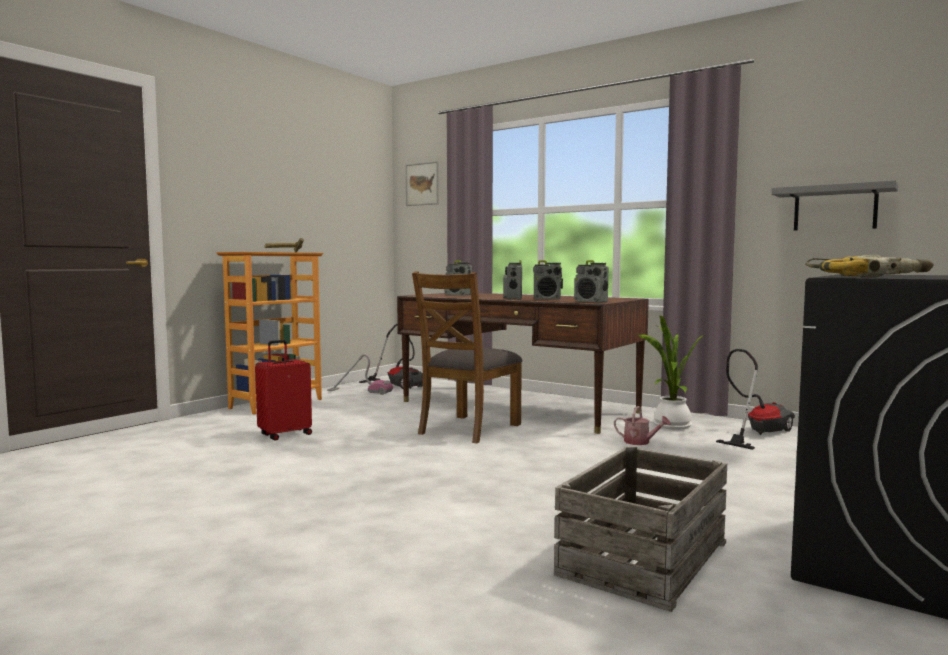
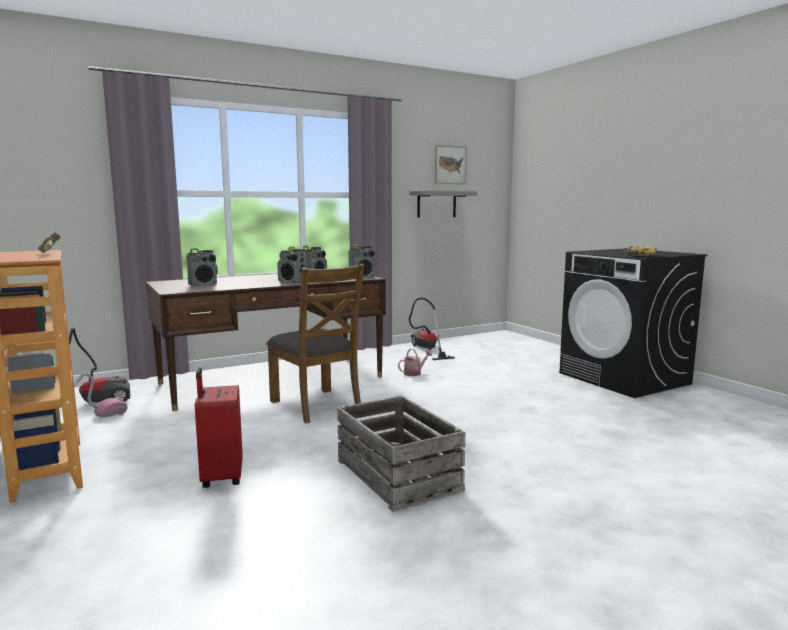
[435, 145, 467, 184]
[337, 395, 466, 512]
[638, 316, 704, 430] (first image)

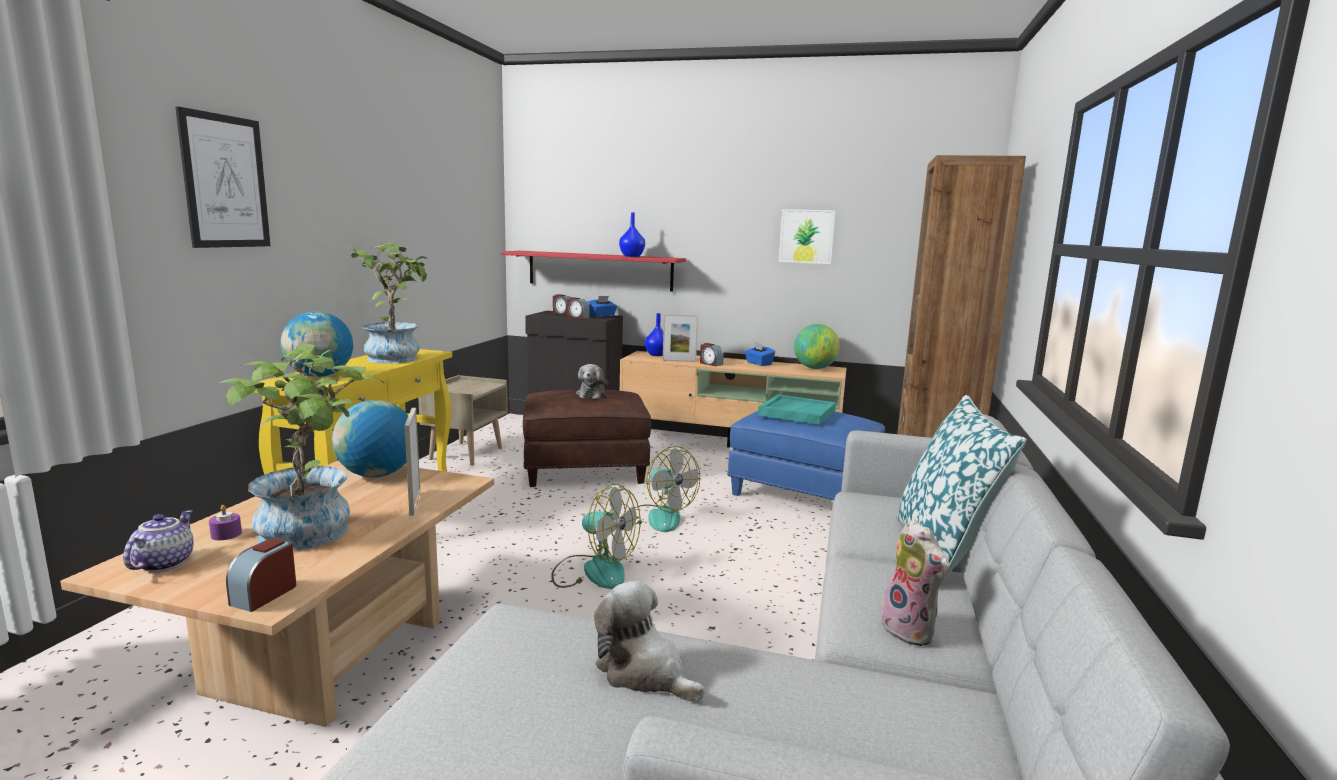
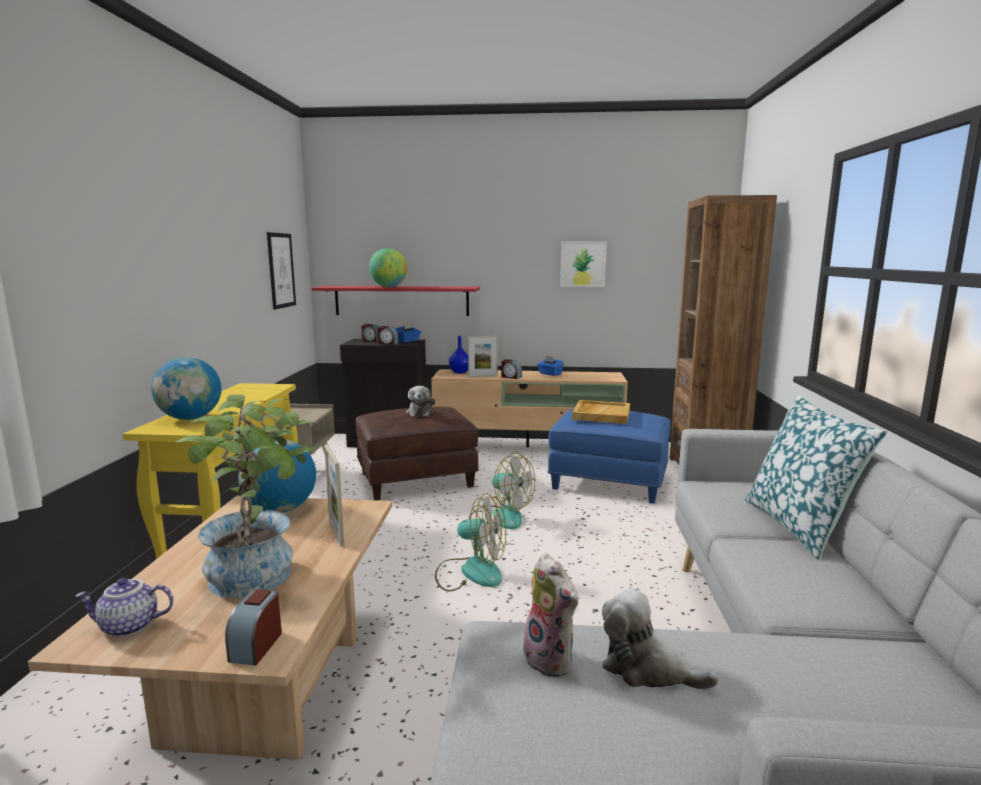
[75, 578, 174, 637]
[267, 232, 296, 310]
[209, 505, 242, 540] (first image)
[346, 242, 427, 364] (first image)
[619, 212, 645, 257] (first image)
[572, 400, 630, 424]
[369, 248, 408, 287]
[521, 553, 578, 677]

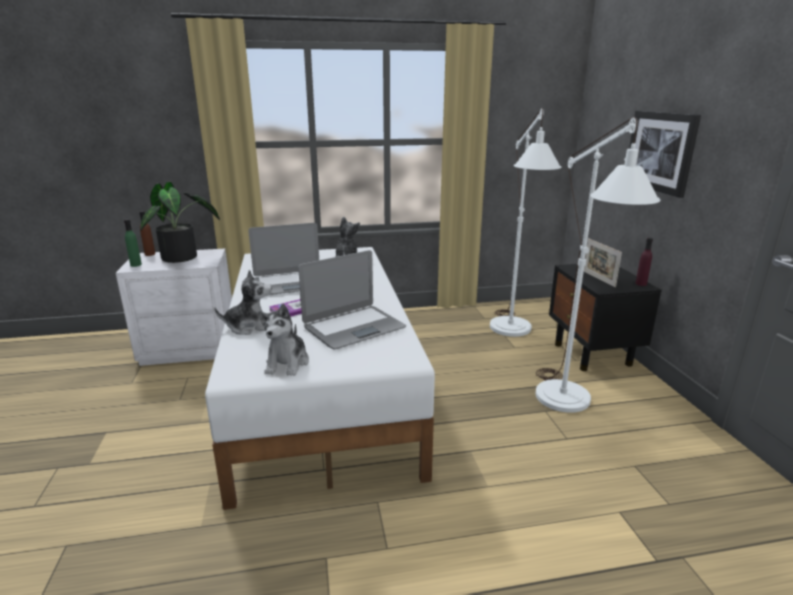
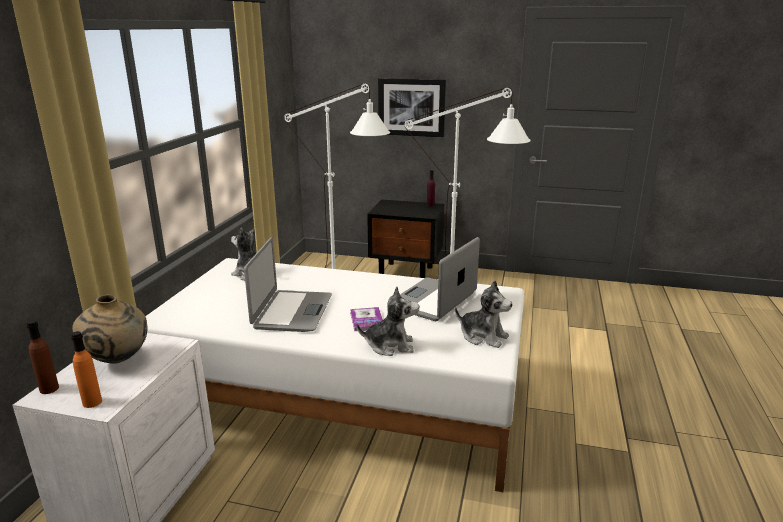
[71, 331, 102, 408]
[72, 294, 147, 364]
[357, 286, 419, 356]
[400, 237, 480, 321]
[584, 238, 622, 287] (first image)

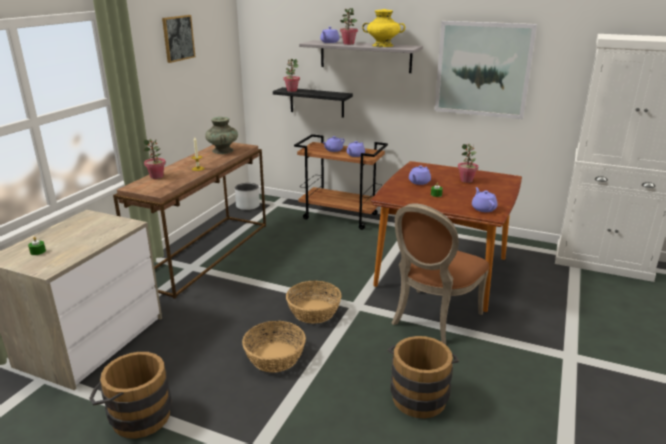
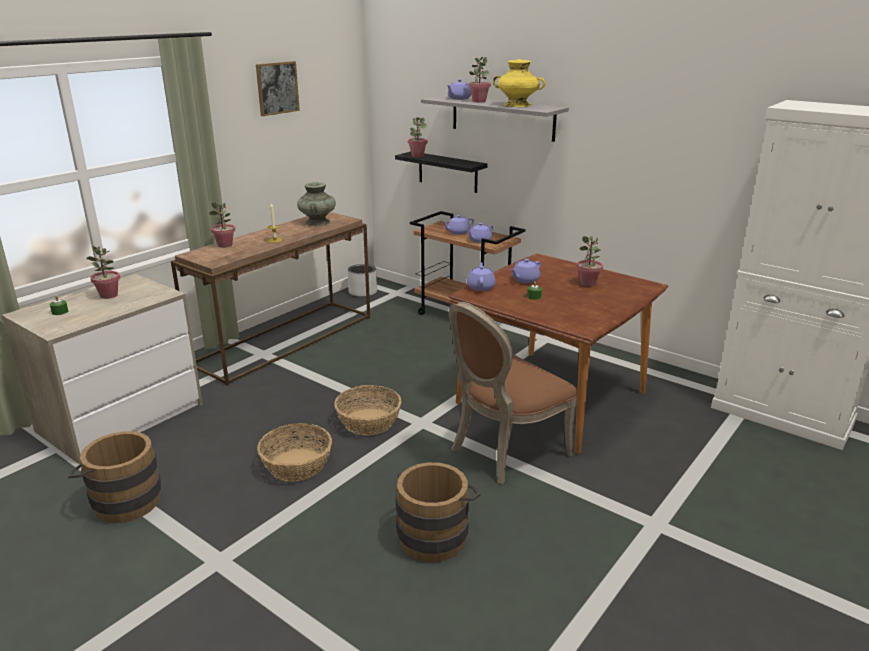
[435, 21, 537, 119] (first image)
[467, 262, 496, 291]
[86, 246, 120, 299]

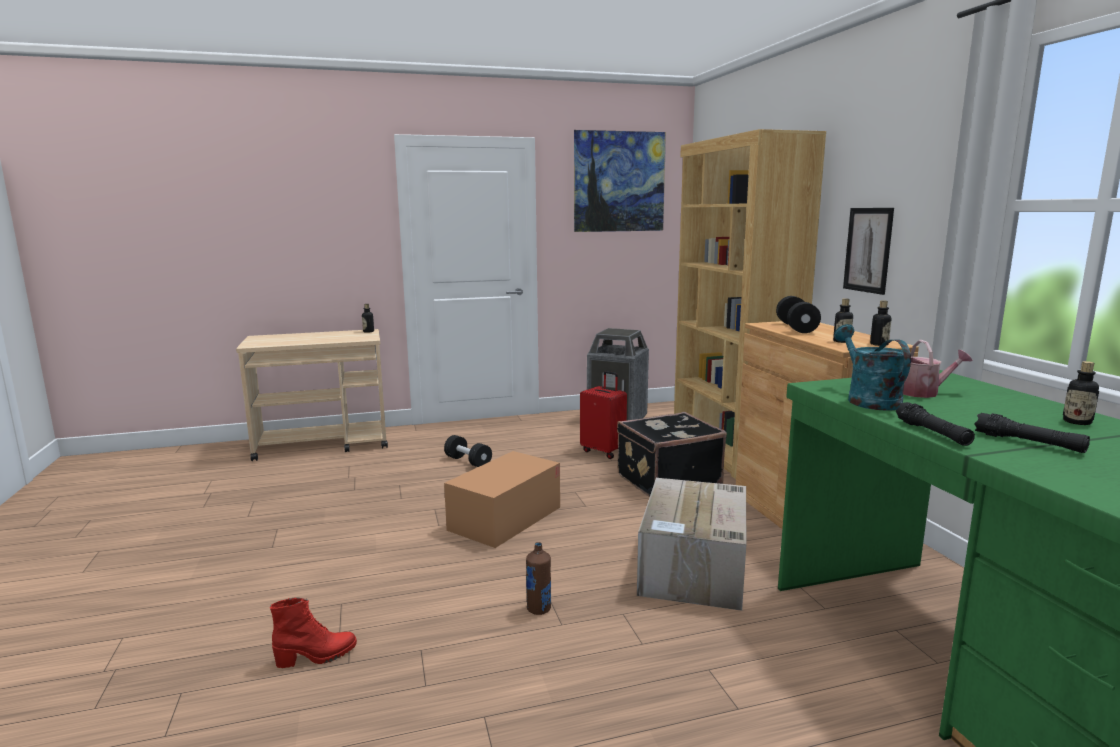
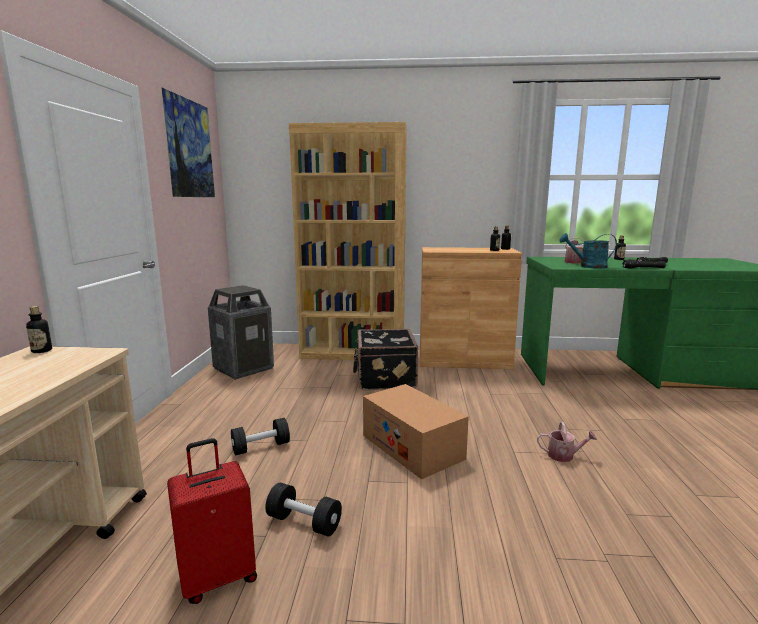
[270, 598, 357, 668] (first image)
[537, 422, 597, 462]
[167, 438, 257, 604]
[637, 478, 746, 611] (first image)
[265, 483, 342, 536]
[843, 208, 894, 295] (first image)

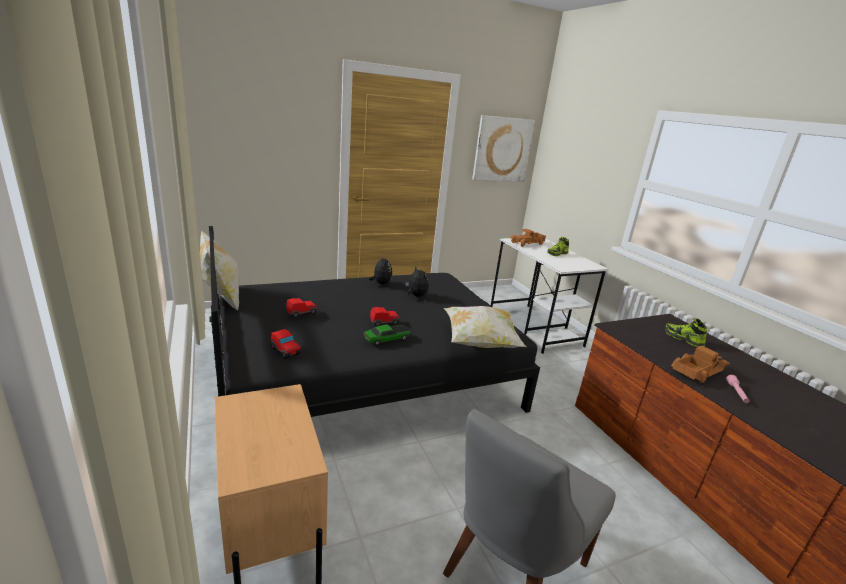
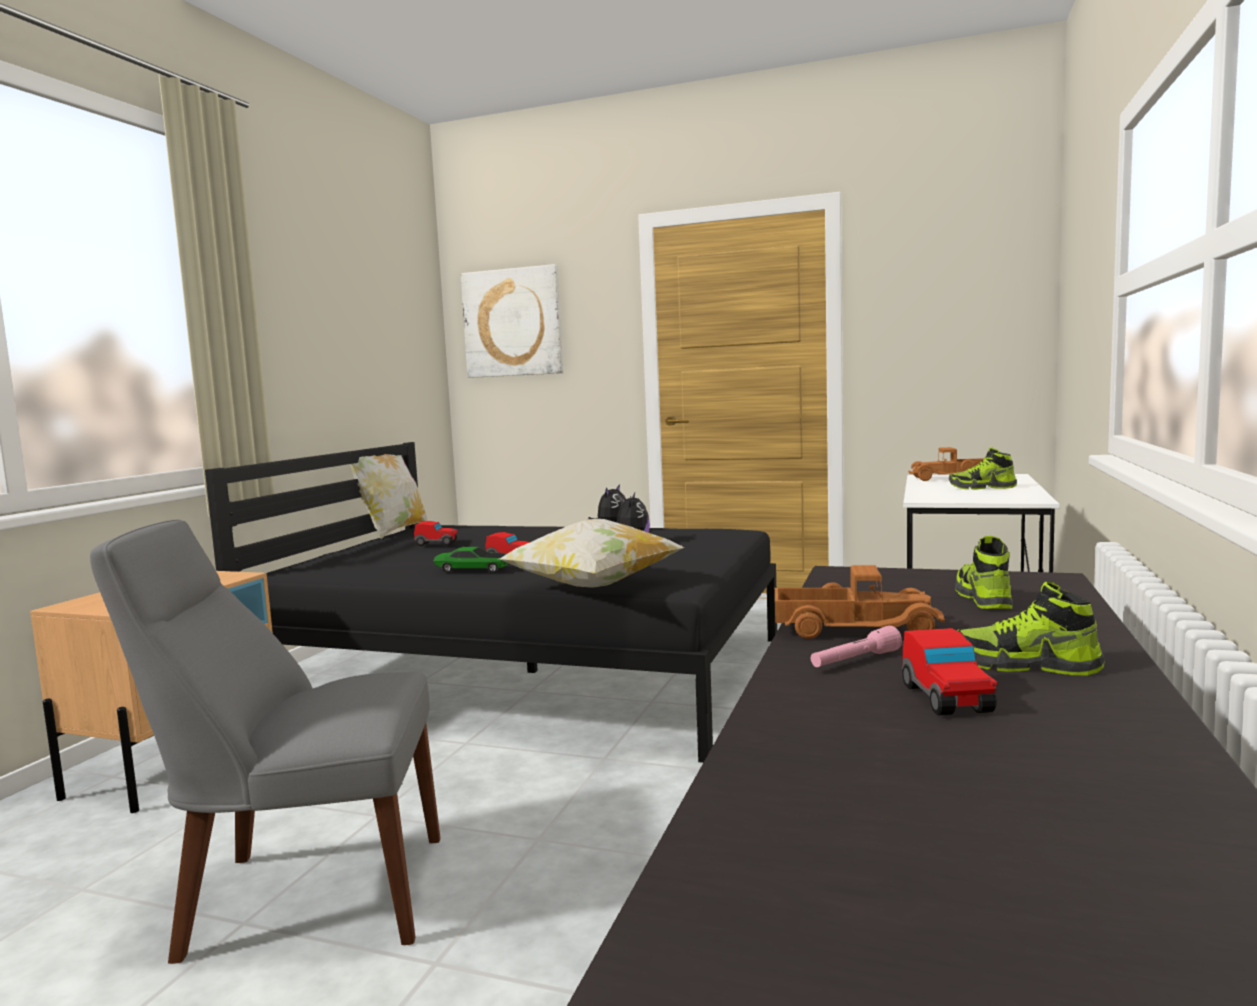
[902, 628, 998, 715]
[461, 264, 563, 378]
[956, 582, 1105, 675]

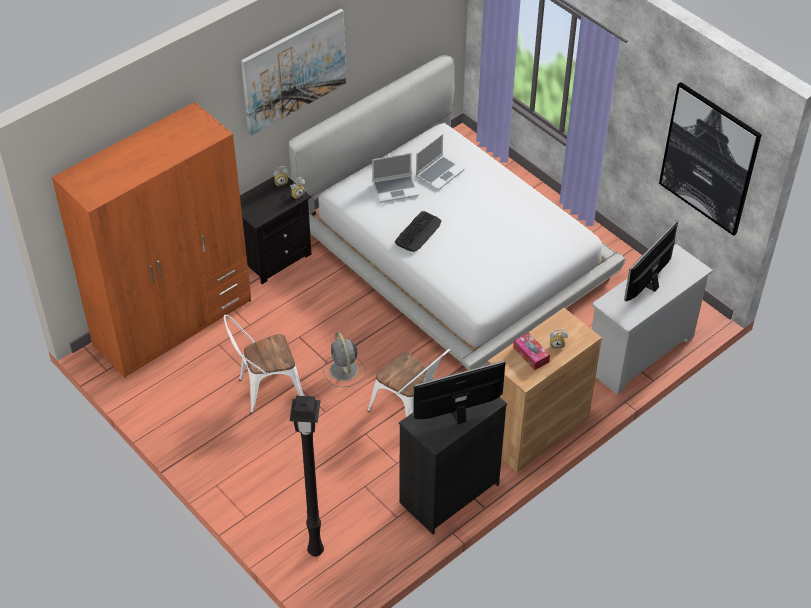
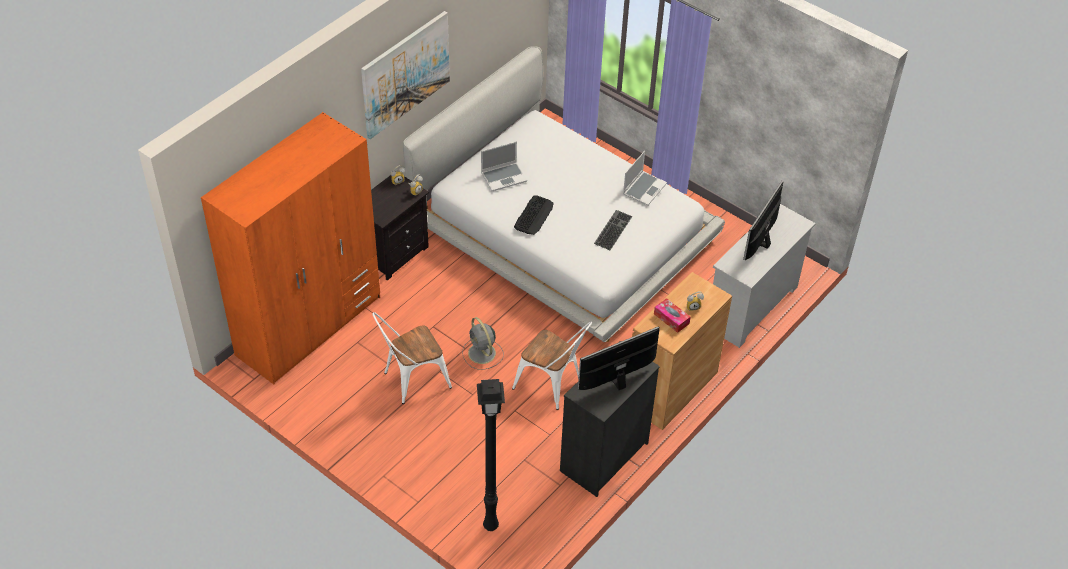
[623, 151, 667, 206]
[659, 82, 762, 236] (first image)
[594, 210, 632, 250]

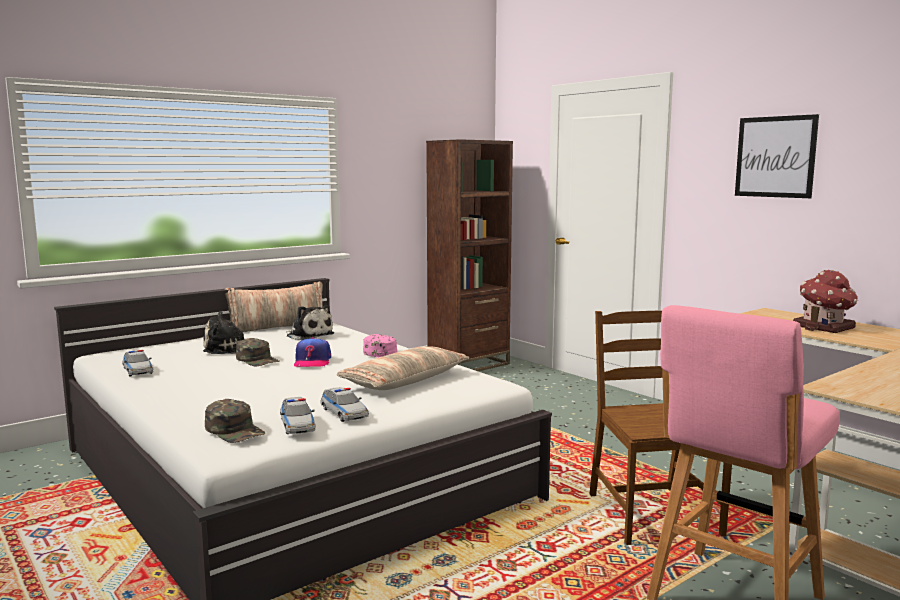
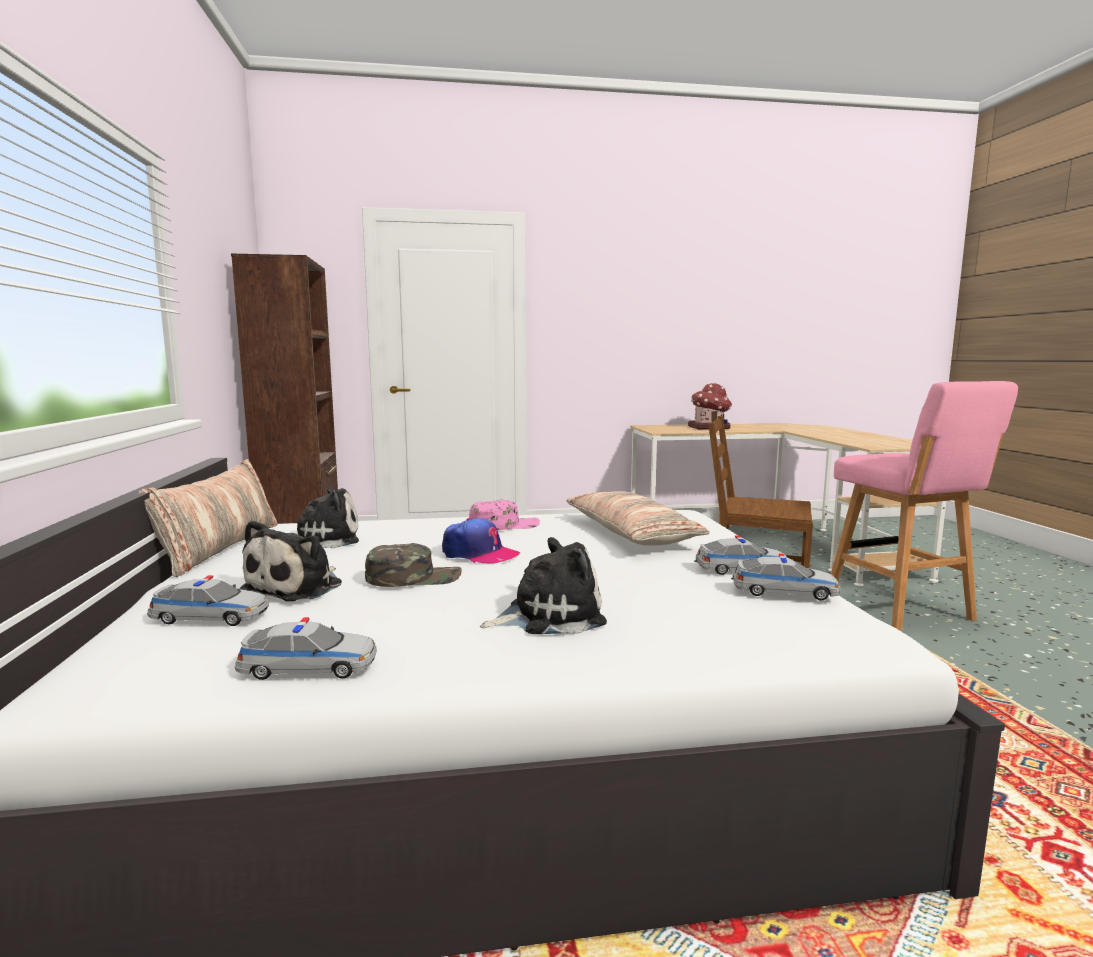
[205, 399, 265, 443] (first image)
[735, 114, 819, 198] (first image)
[147, 575, 269, 626]
[480, 537, 607, 634]

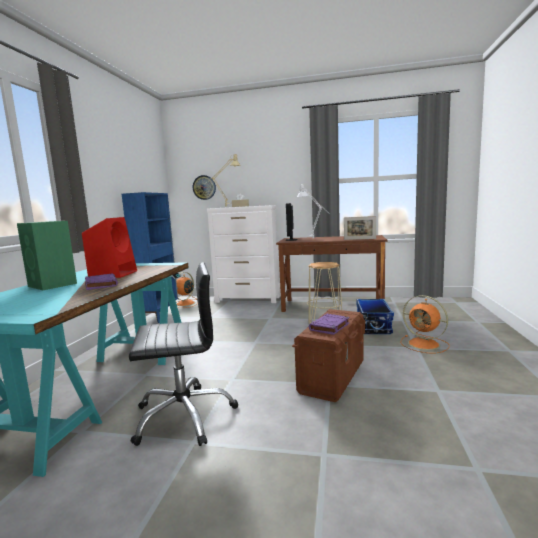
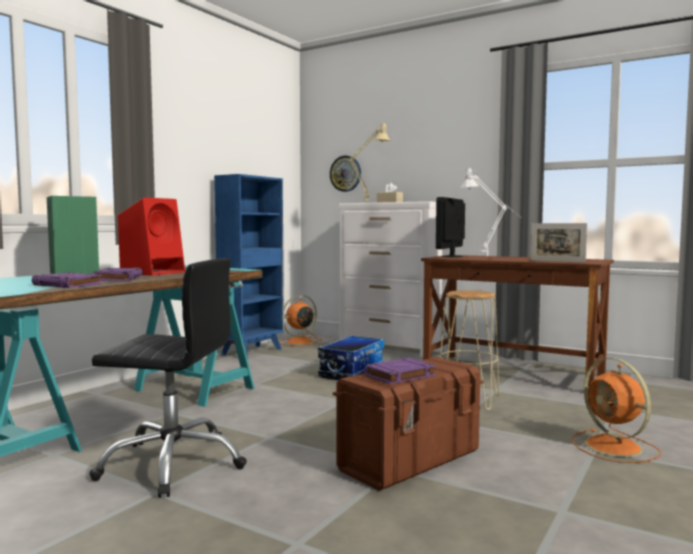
[318, 335, 385, 380]
[32, 272, 102, 288]

